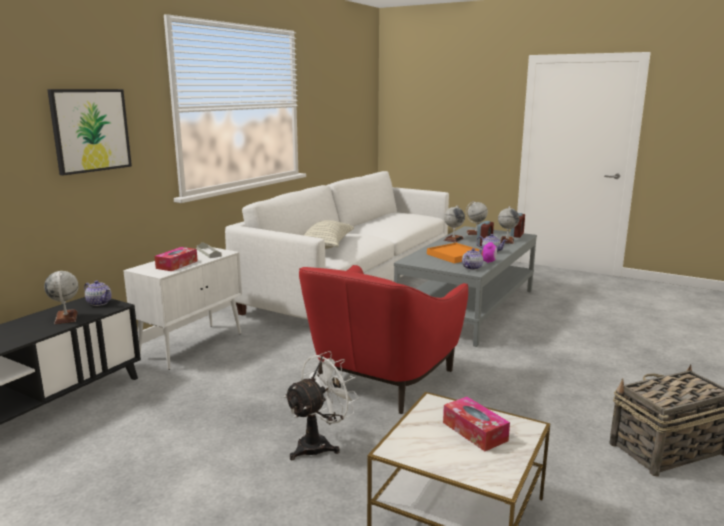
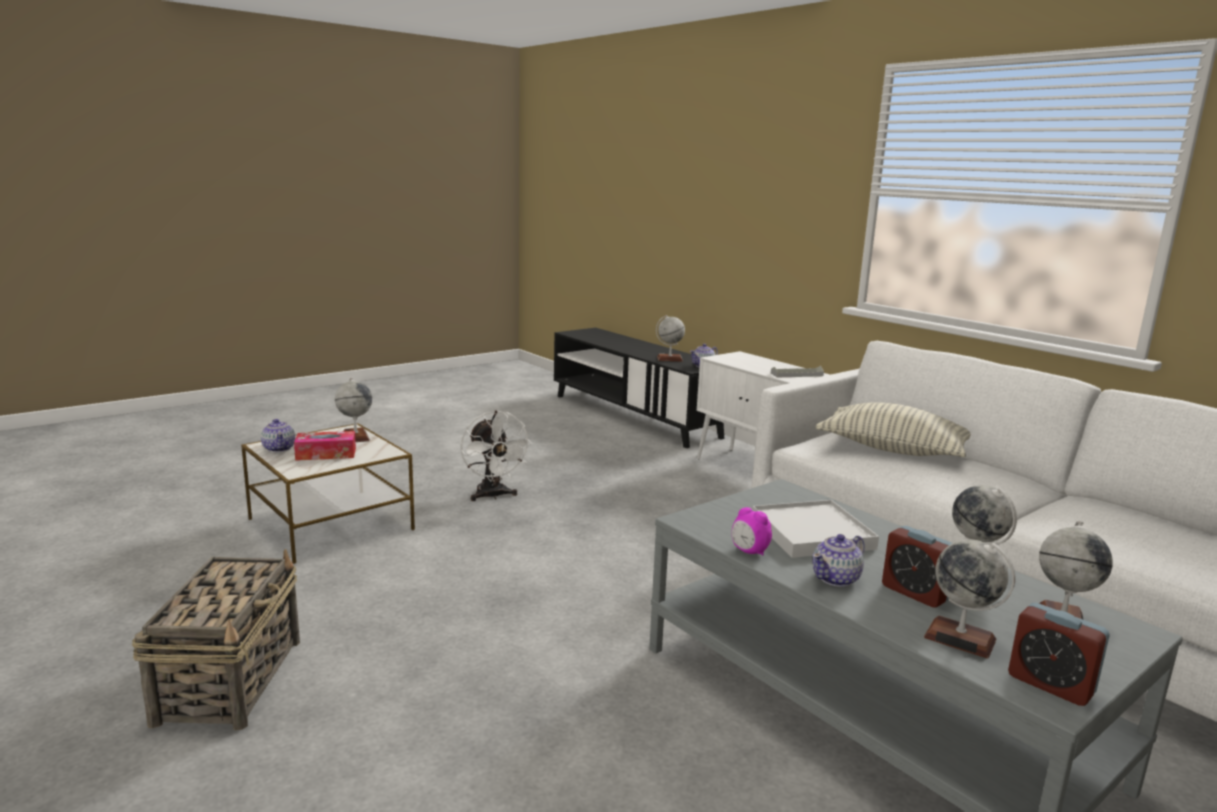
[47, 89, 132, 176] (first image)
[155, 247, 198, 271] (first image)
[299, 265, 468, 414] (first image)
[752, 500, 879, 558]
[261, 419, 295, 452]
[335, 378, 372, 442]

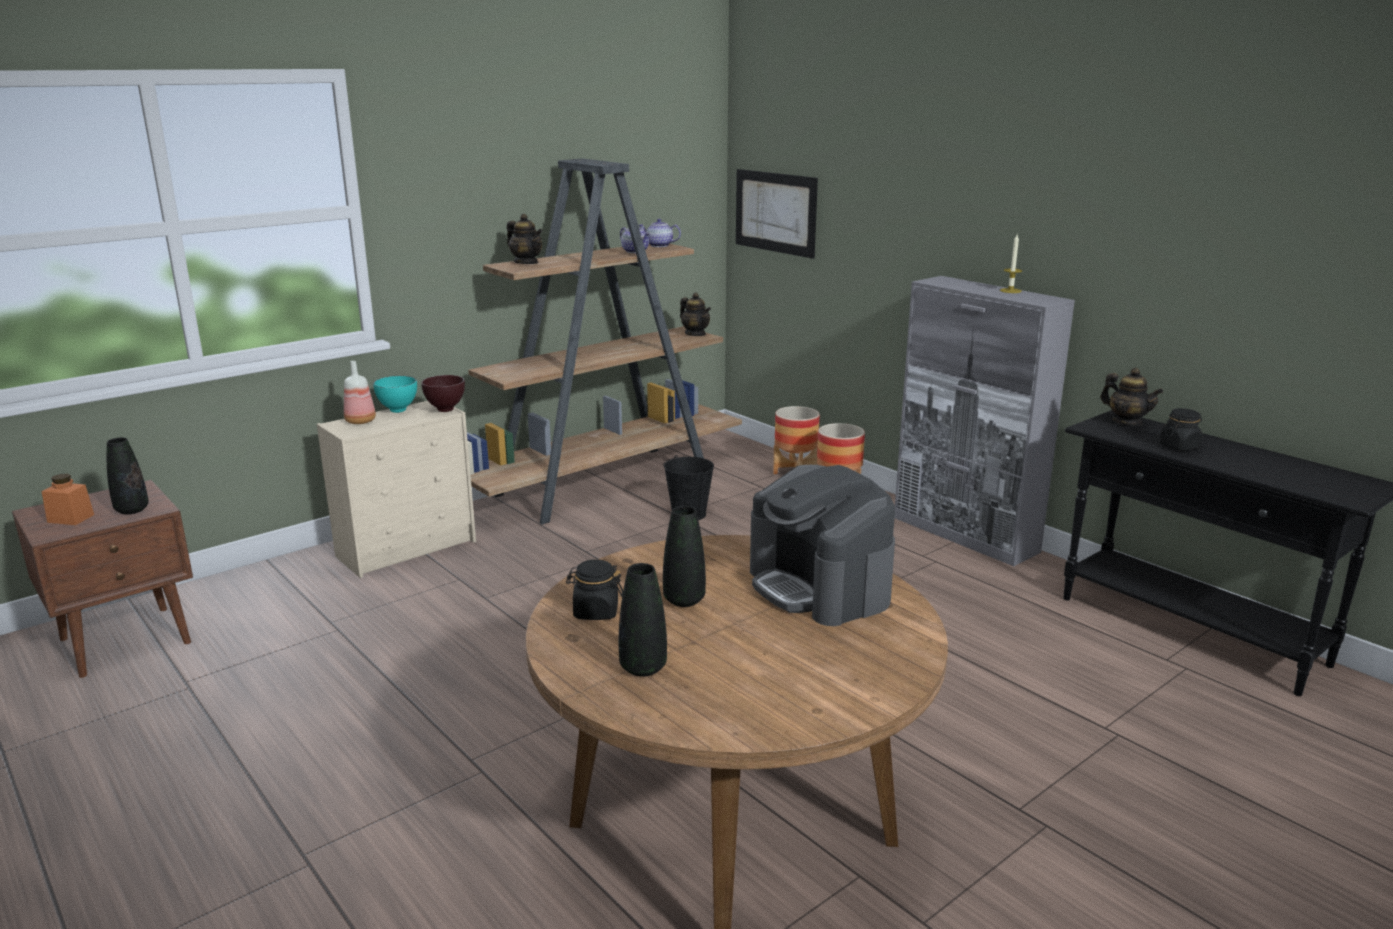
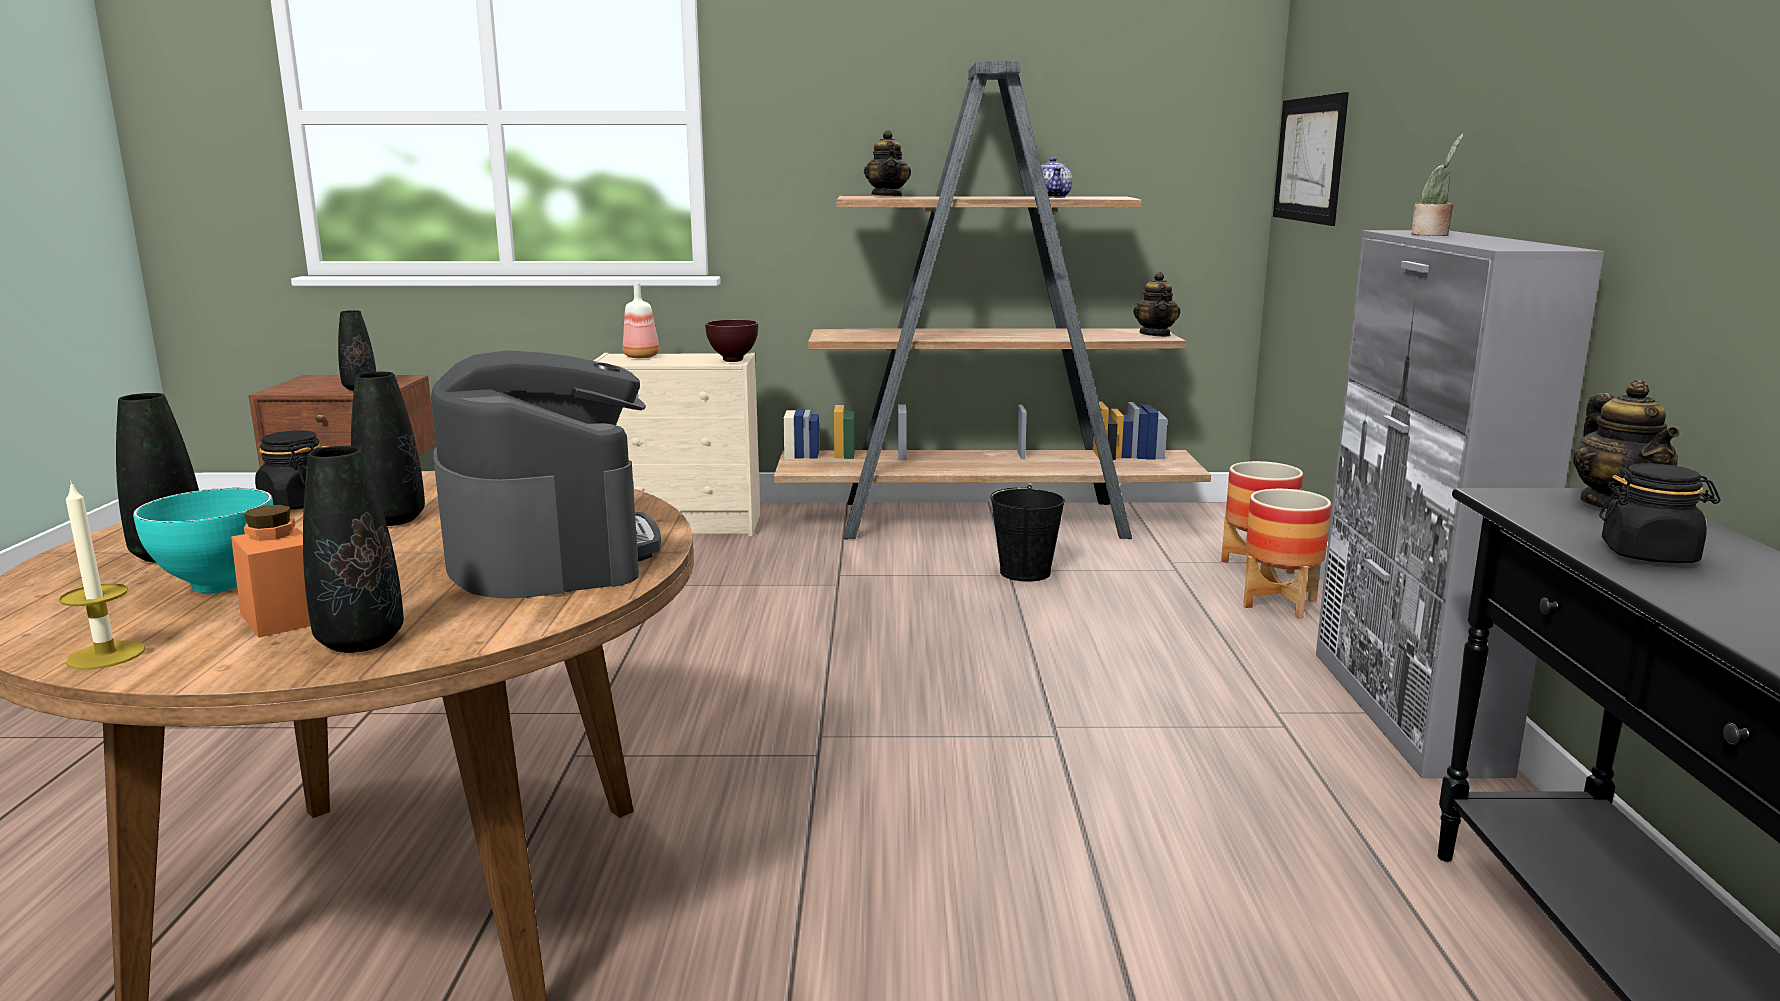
[231, 505, 311, 638]
[133, 488, 273, 594]
[638, 219, 681, 247] (first image)
[431, 350, 661, 599]
[59, 481, 145, 670]
[303, 446, 404, 653]
[1411, 133, 1464, 236]

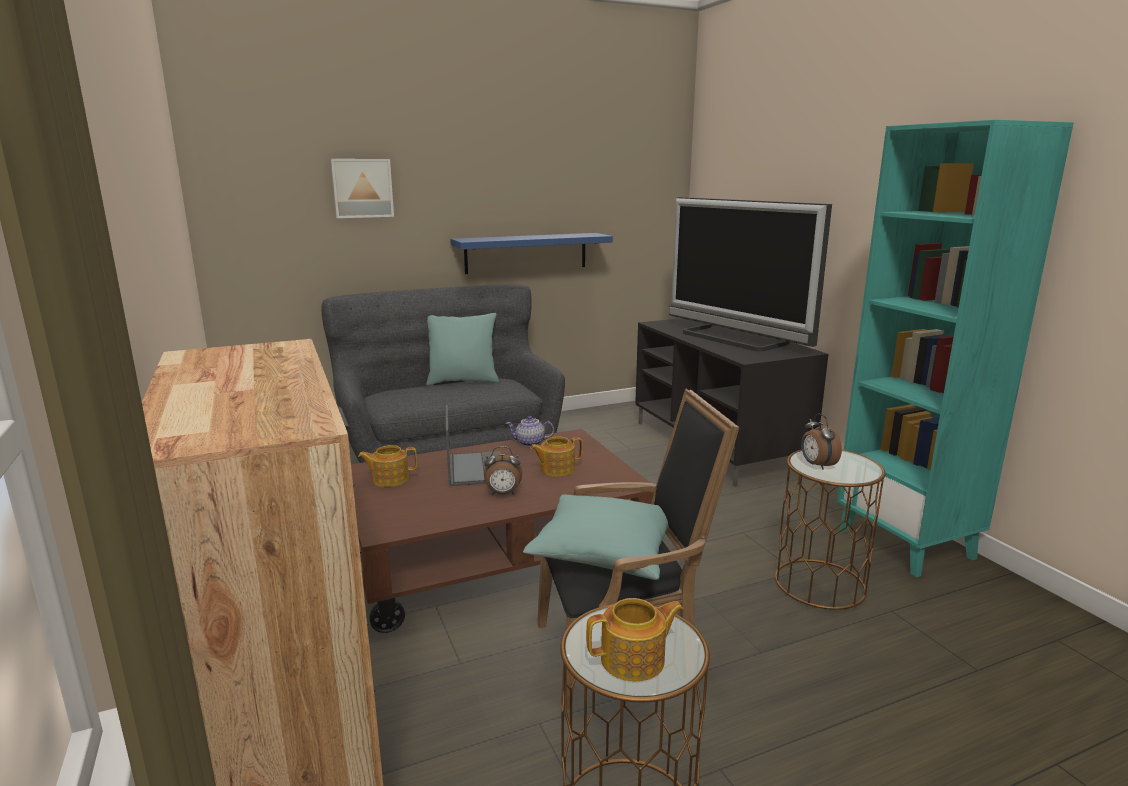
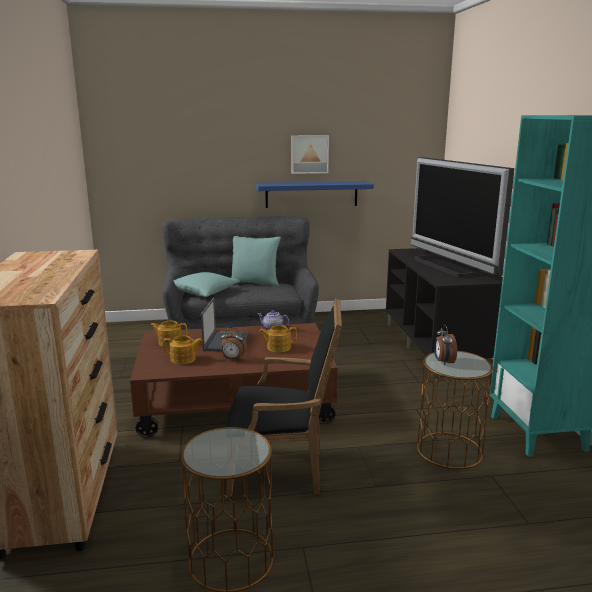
[291, 135, 329, 174]
[174, 272, 240, 297]
[163, 335, 203, 364]

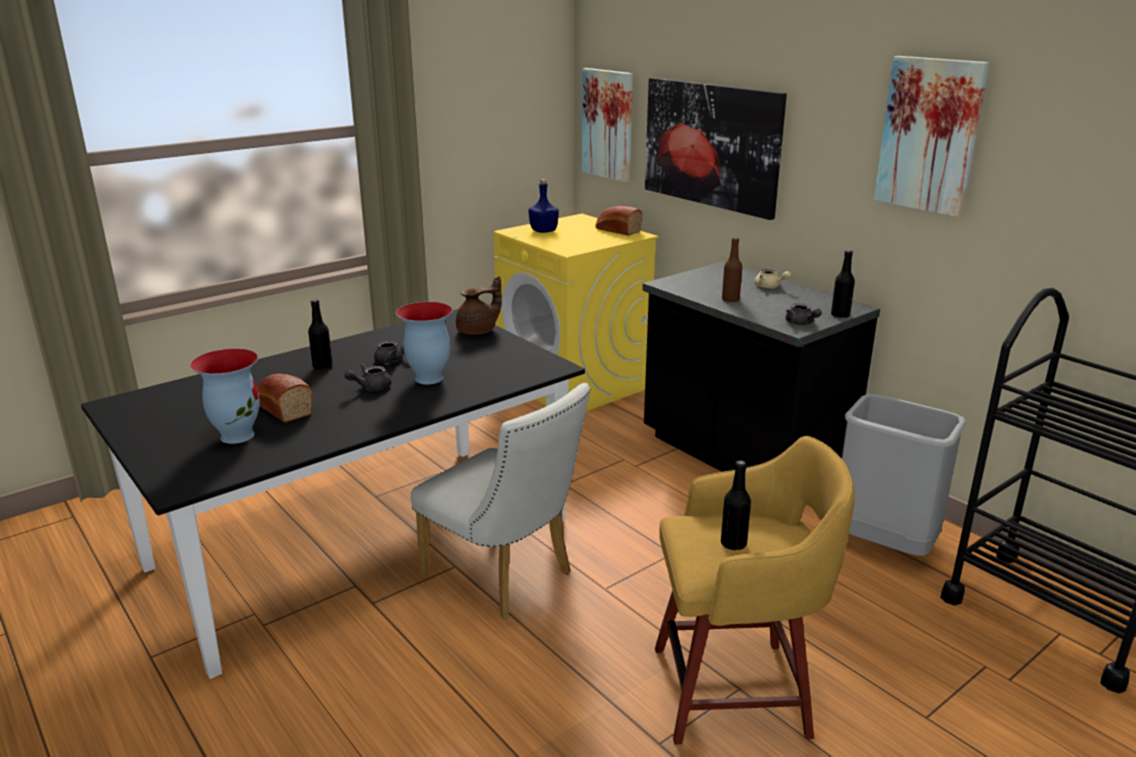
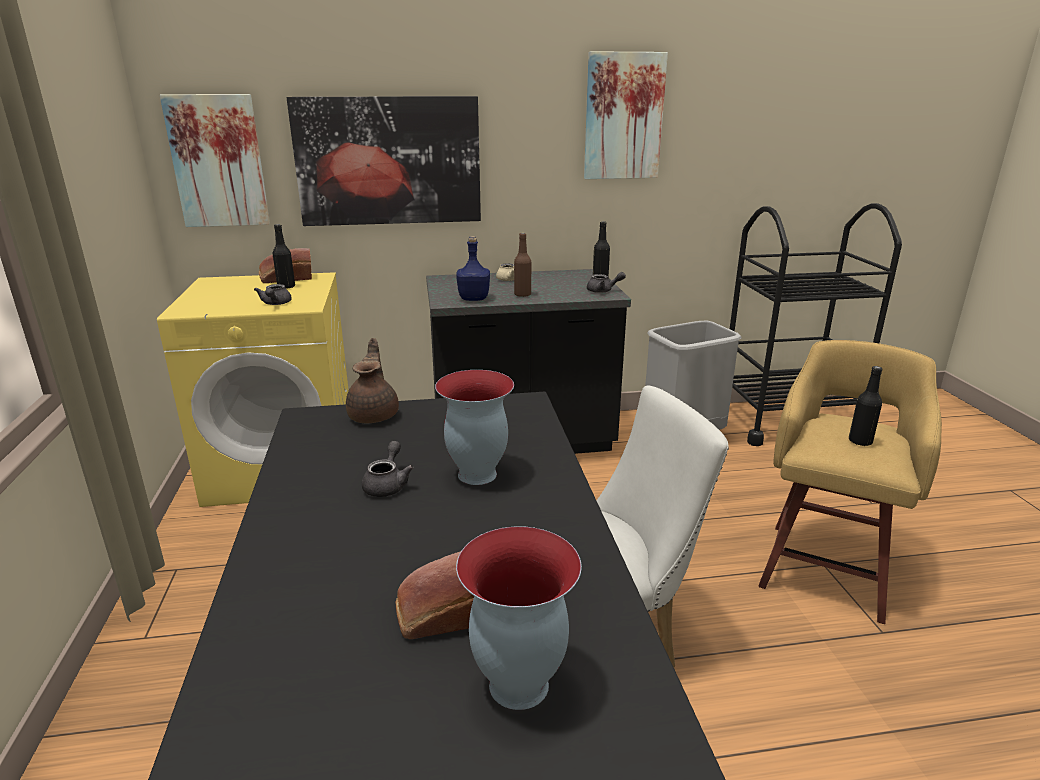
[273, 224, 295, 289]
[254, 284, 292, 305]
[456, 236, 490, 301]

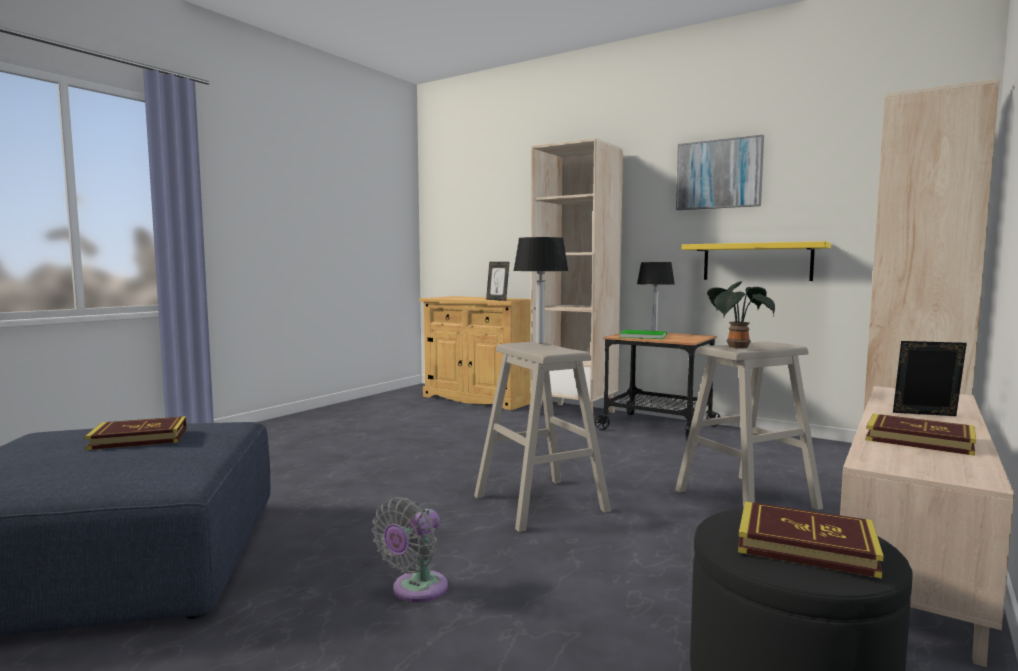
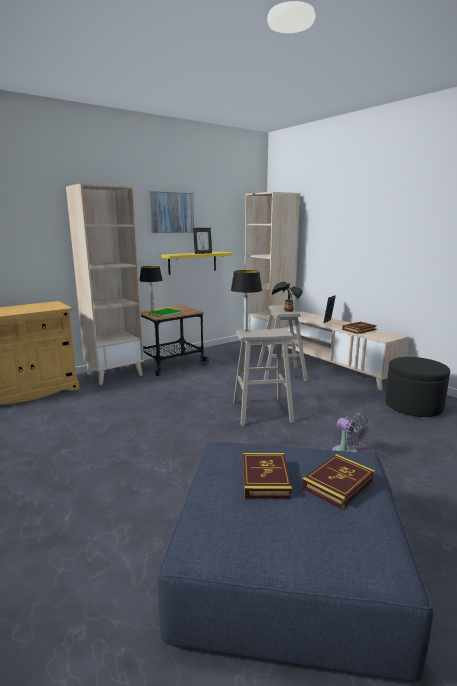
[193, 228, 212, 254]
[302, 454, 375, 509]

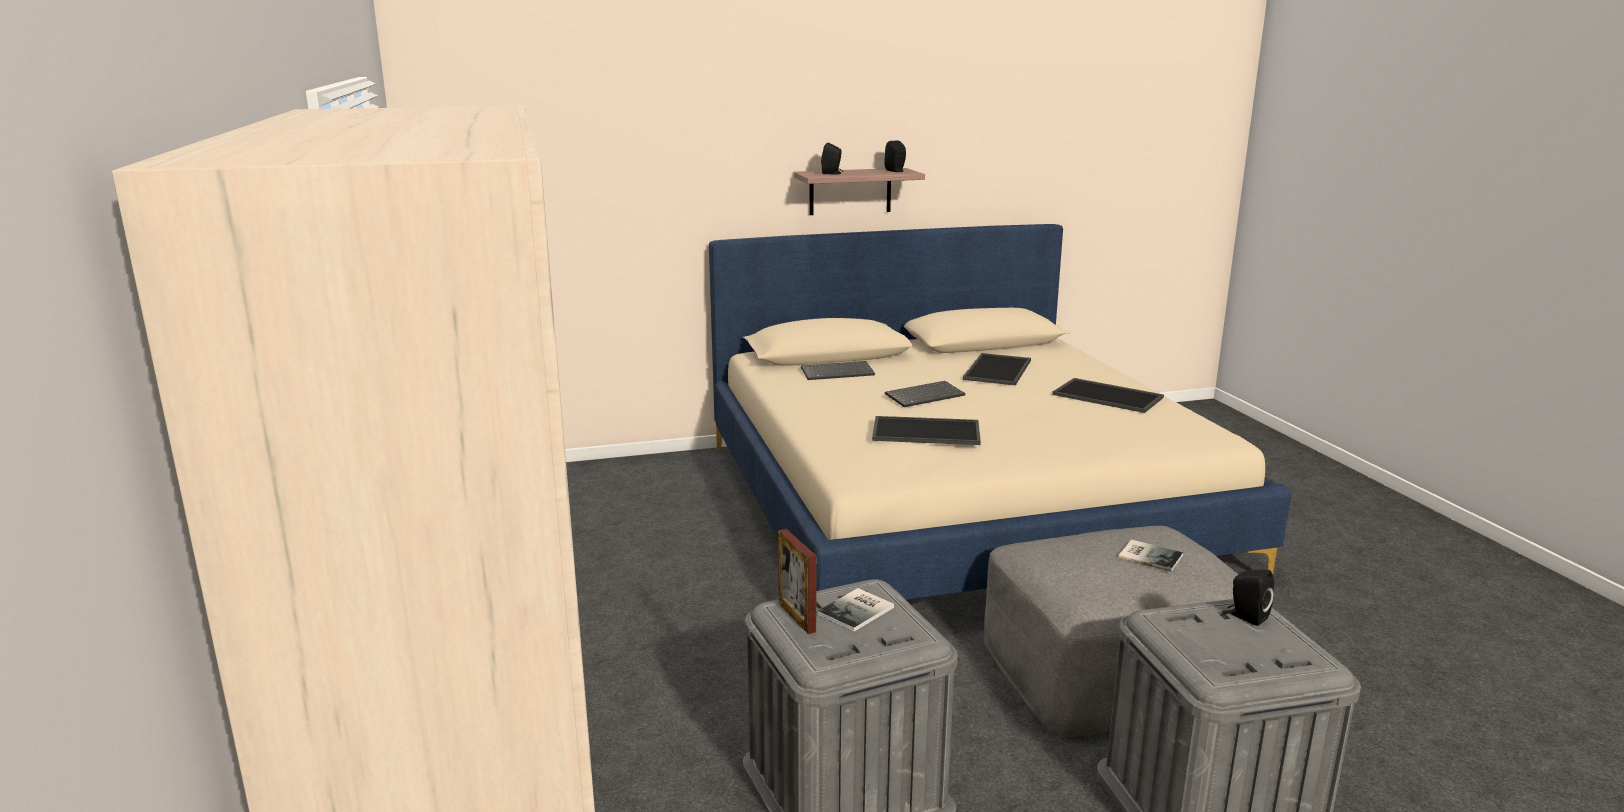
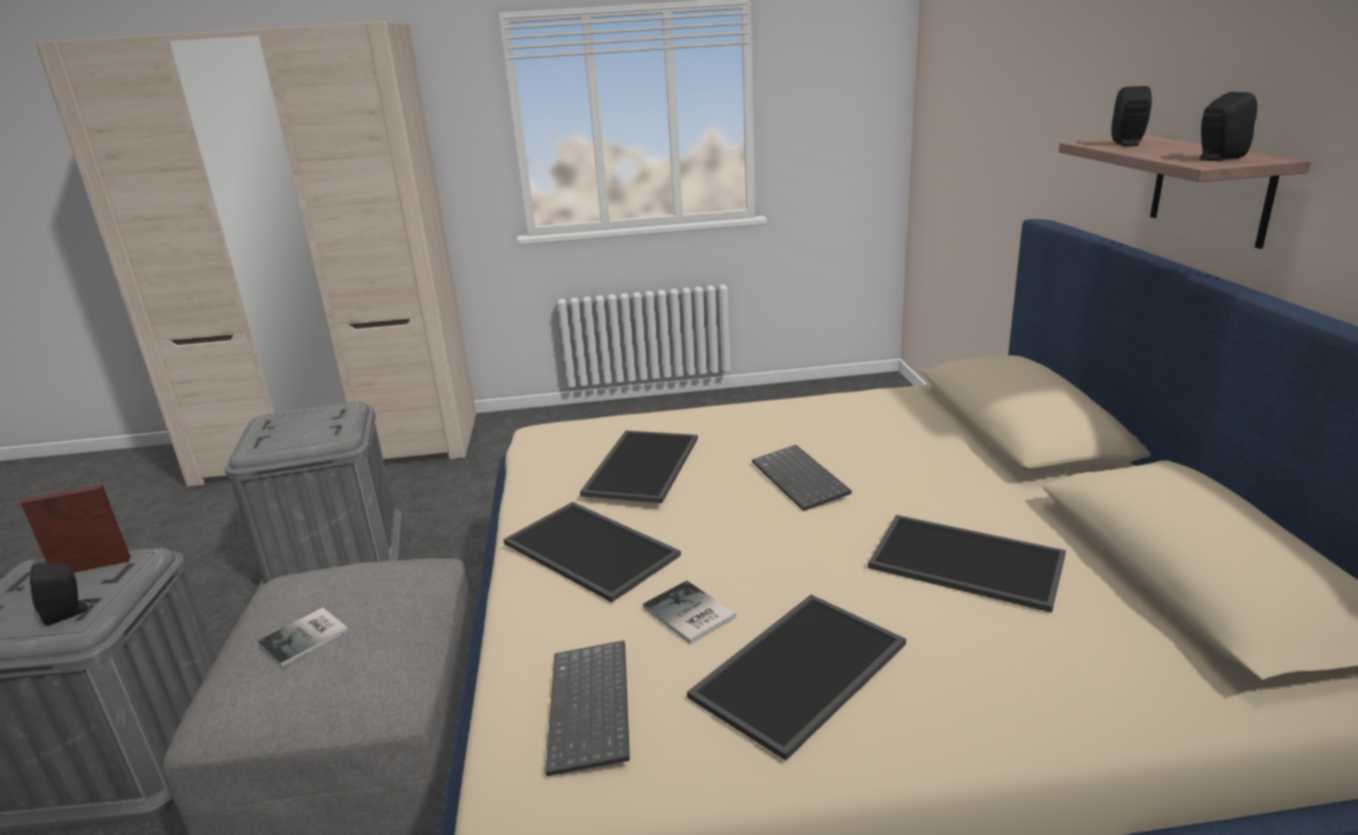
[21, 484, 131, 573]
[545, 640, 630, 776]
[643, 581, 736, 644]
[503, 502, 681, 602]

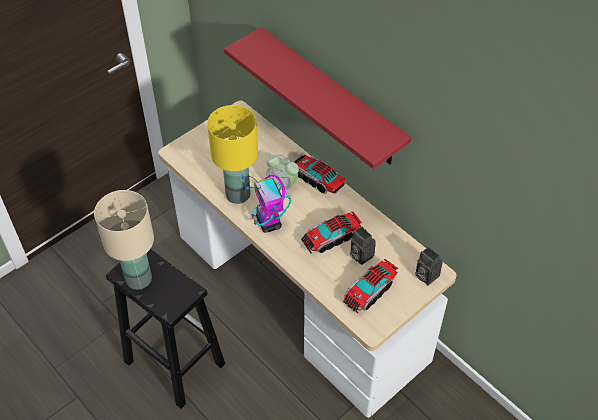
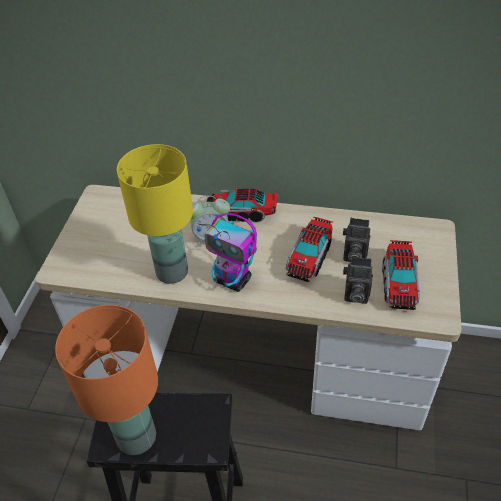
[55, 305, 158, 455]
[224, 27, 411, 169] (first image)
[343, 257, 373, 304]

